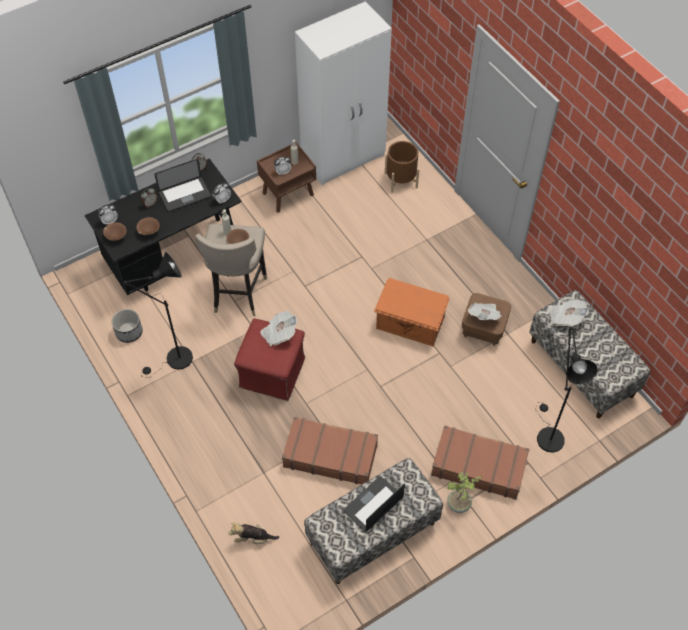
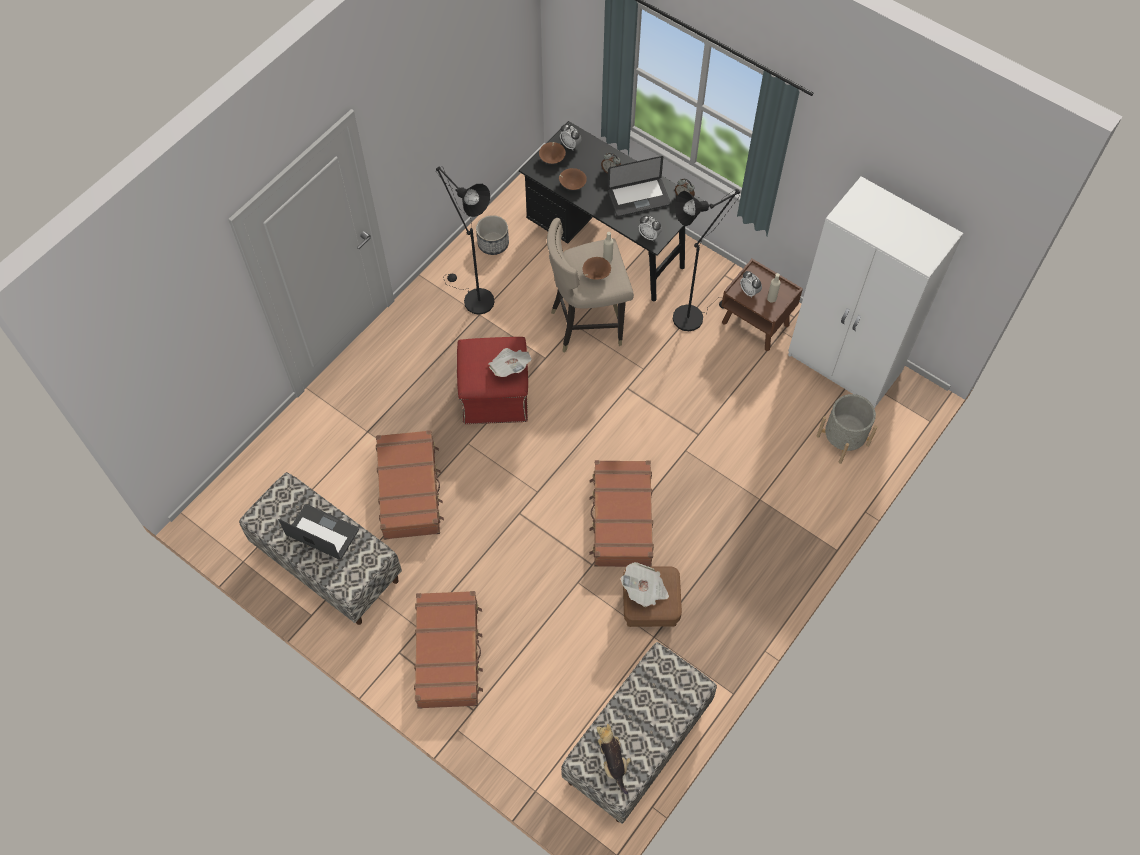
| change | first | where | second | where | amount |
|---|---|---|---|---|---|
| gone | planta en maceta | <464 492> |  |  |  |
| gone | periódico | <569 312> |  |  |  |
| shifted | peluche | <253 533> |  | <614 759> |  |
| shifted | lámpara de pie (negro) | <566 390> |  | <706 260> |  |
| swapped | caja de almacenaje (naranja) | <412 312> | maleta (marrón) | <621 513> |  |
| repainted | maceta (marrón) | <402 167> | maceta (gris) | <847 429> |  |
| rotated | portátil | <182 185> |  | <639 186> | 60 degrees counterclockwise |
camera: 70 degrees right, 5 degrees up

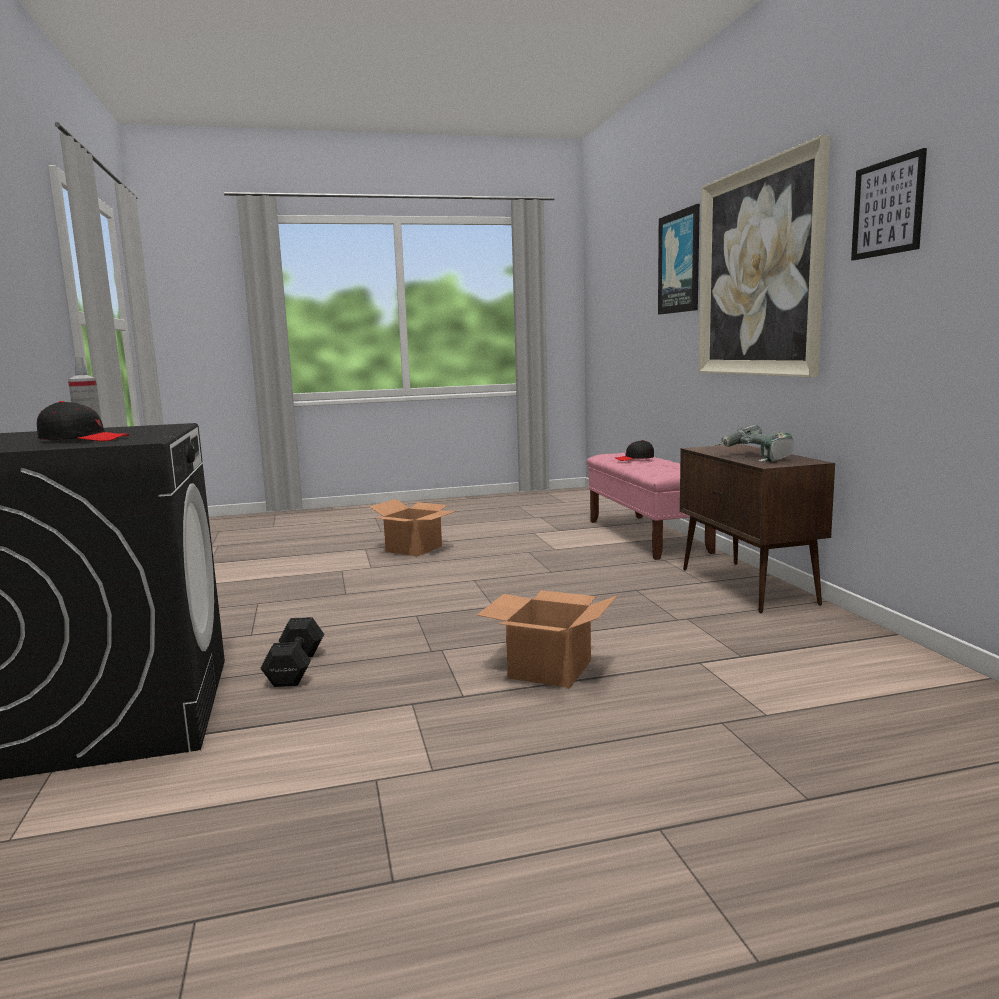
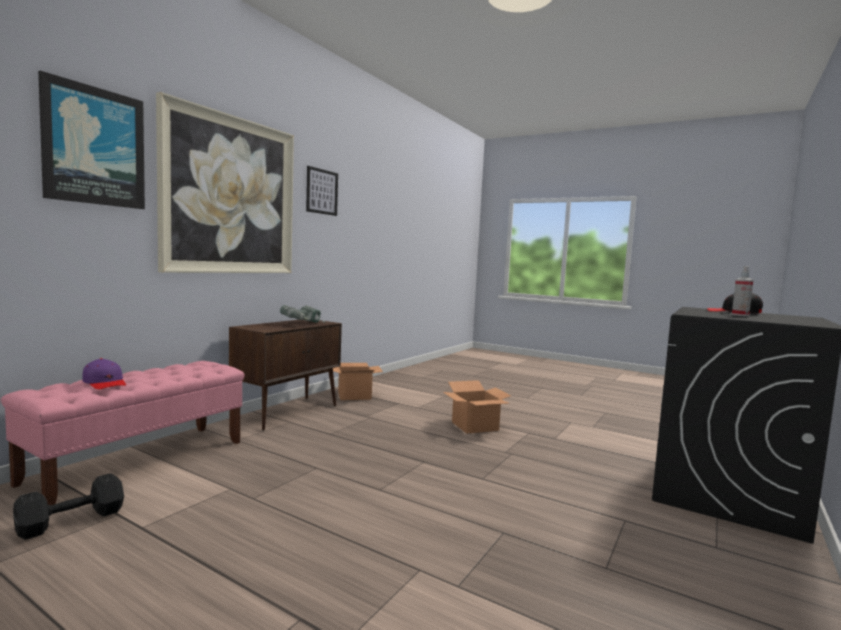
| change | first | where | second | where | amount |
|---|---|---|---|---|---|
| shifted | mancuerna (negro) | <292 652> |  | <68 506> |  |
| shifted | caja de cartón | <413 527> |  | <358 381> |  |
| repainted | gorra (negro) | <634 450> | gorra (morado) | <104 374> |  |
camera: 135 degrees left, 5 degrees down

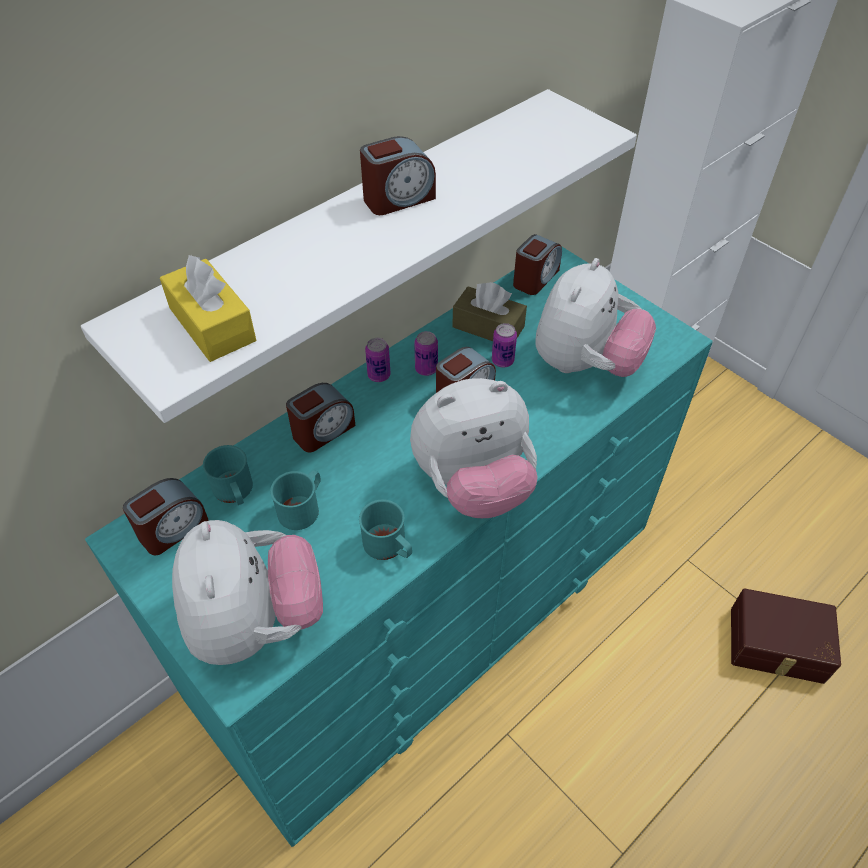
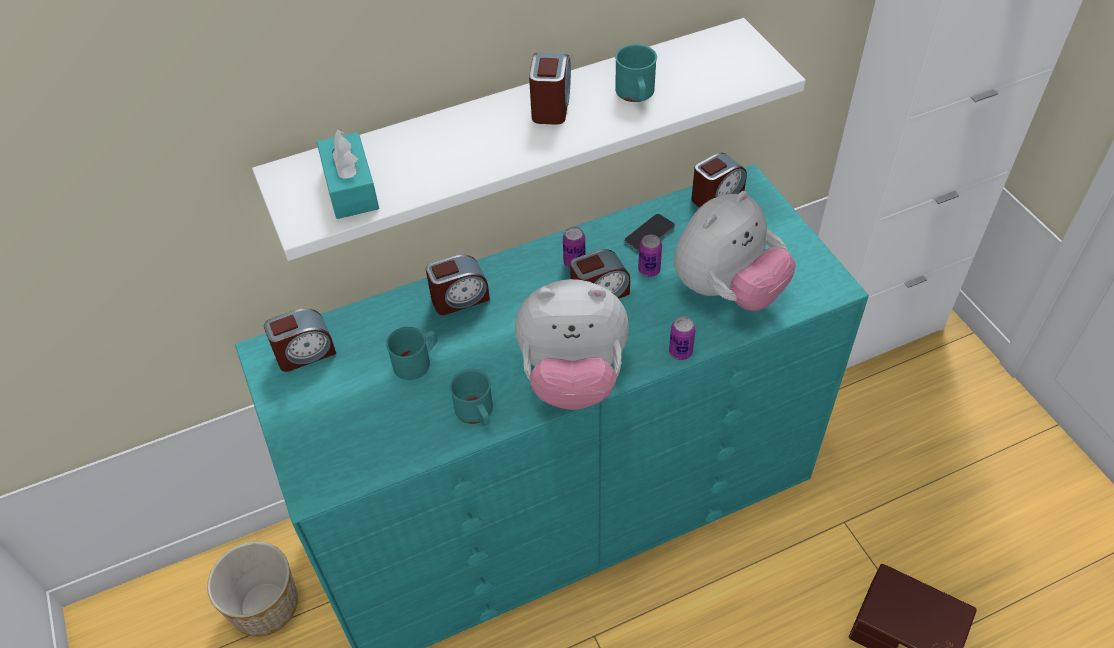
| change | first | where | second | where | amount |
|---|---|---|---|---|---|
| gone | peluche | <247 592> |  |  |  |
| new |  |  | maceta | <252 589> |  |
| shifted | taza grande (turquesa) | <228 475> |  | <636 73> |  |
| shifted | lata | <378 360> |  | <682 338> |  |
| swapped | caja de pañuelos (marrón) | <489 311> | móvil | <650 233> |  |
| repainted | caja de pañuelos (amarillo) | <208 308> | caja de pañuelos (turquesa) | <348 174> |  |
| rotated | despertador | <398 175> |  | <550 89> | 75 degrees counterclockwise |
camera: 20 degrees right, 0 degrees up

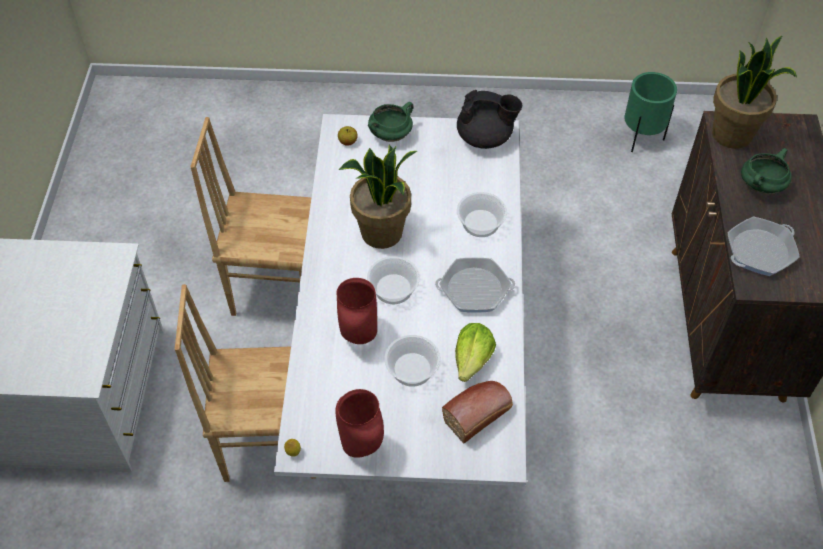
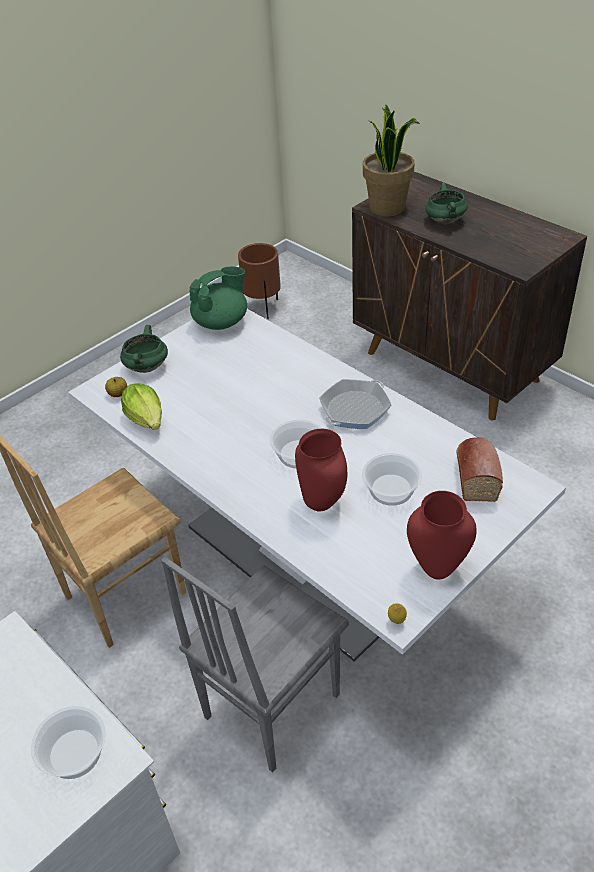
| change | first | where | second | where | amount |
|---|---|---|---|---|---|
| gone | planta en maceta | <378 197> |  |  |  |
| gone | sartén | <763 246> |  |  |  |
| shifted | lechuga | <475 352> |  | <141 406> |  |
| shifted | cuenco | <482 214> |  | <68 742> |  |
| repainted | silla (marrón) | <245 383> | silla (gris) | <255 664> |  |
| repainted | tetera (negro) | <489 119> | tetera (verde) | <218 298> |  |
| repainted | maceta (verde) | <650 112> | maceta (marrón) | <259 281> |  |
camera: 45 degrees left, 10 degrees down

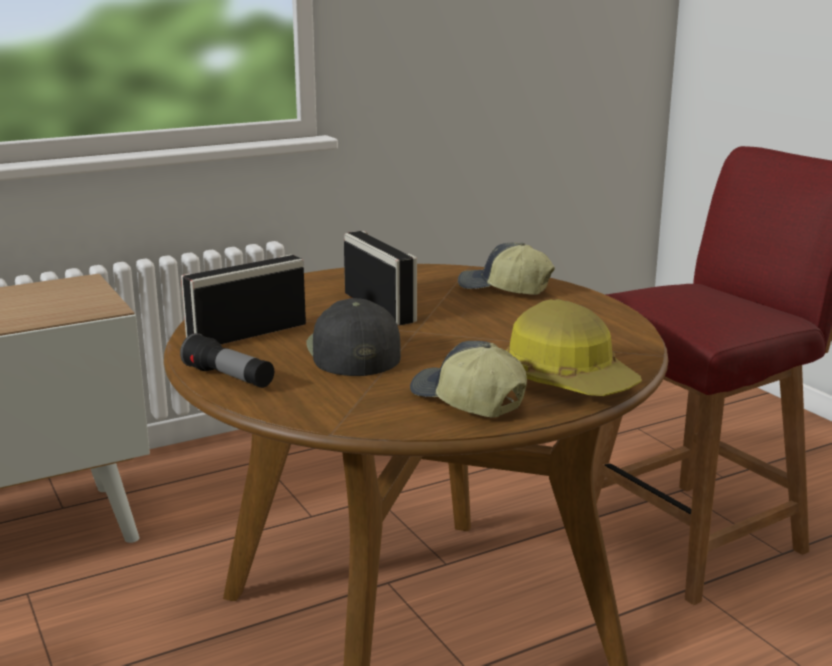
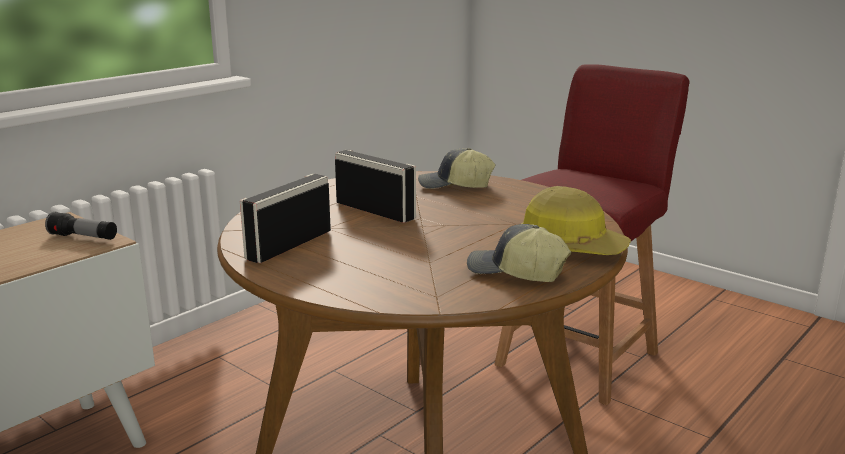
| change | first | where | second | where | amount |
|---|---|---|---|---|---|
| gone | gorra (negro) | <354 337> |  |  |  |
| shifted | linterna | <227 360> |  | <81 226> |  |
camera: 20 degrees left, 0 degrees up

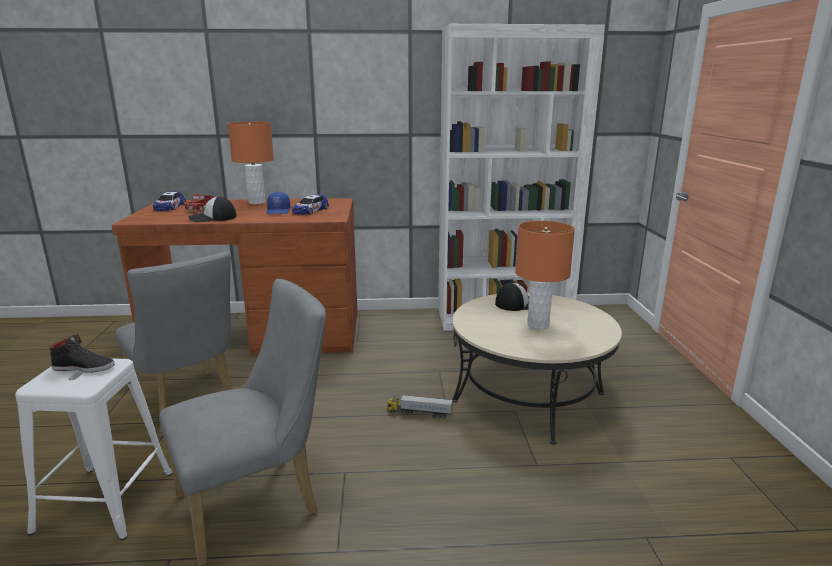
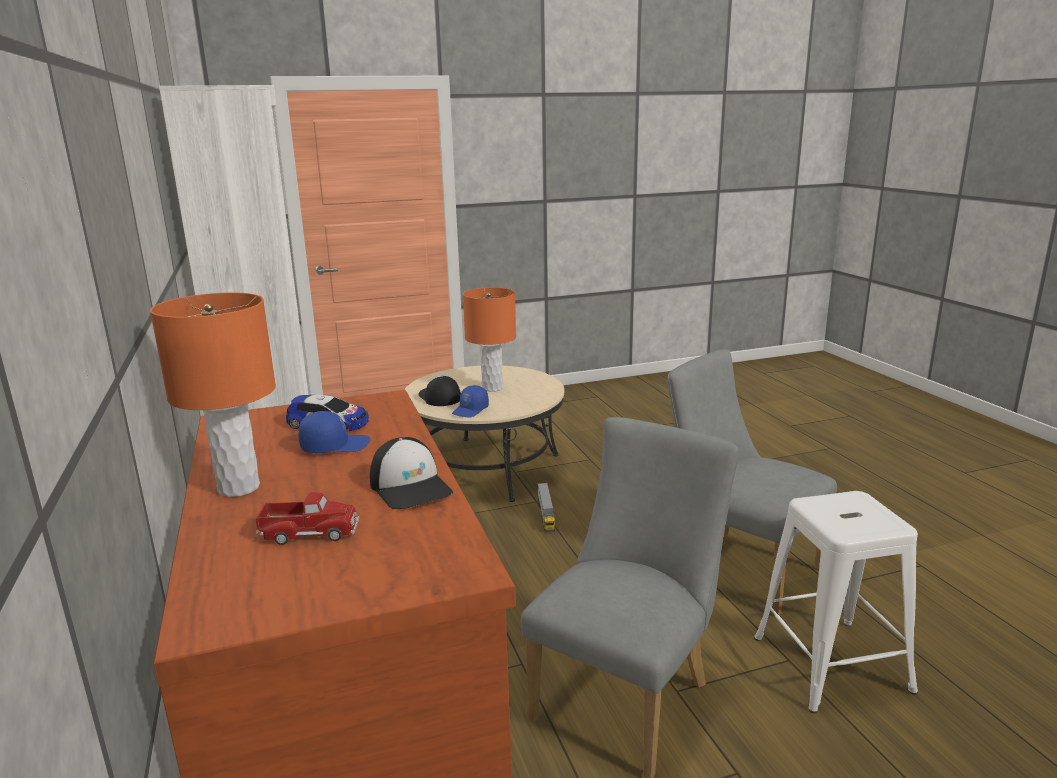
| change | first | where | second | where | amount |
|---|---|---|---|---|---|
| gone | zapato (negro) | <82 353> |  |  |  |
| gone | coche de juguete | <169 201> |  |  |  |
| new |  |  | gorra (azul) | <470 401> |  |
camera: 105 degrees left, 0 degrees up

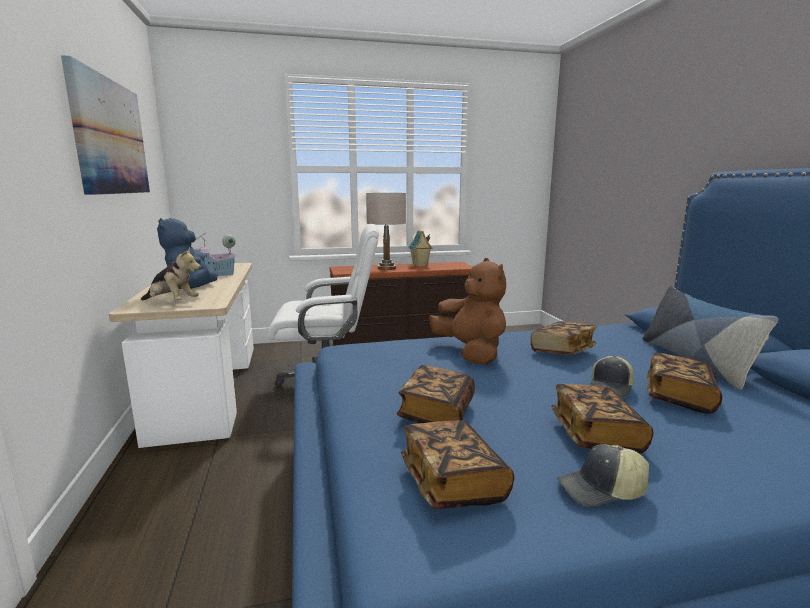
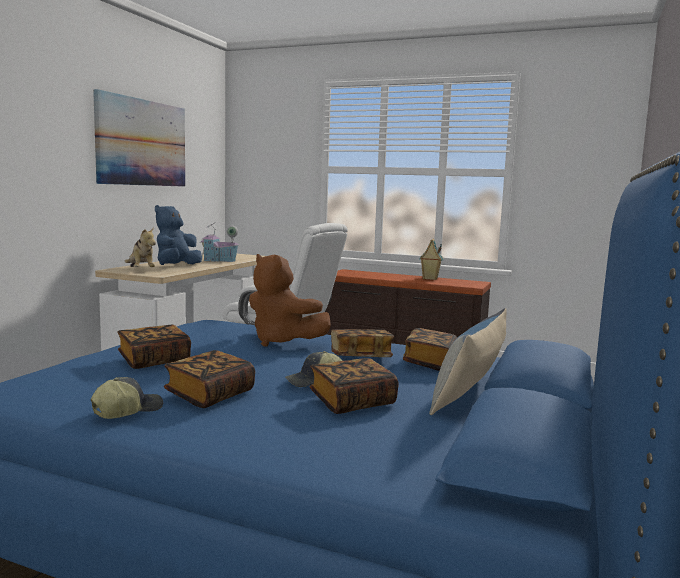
| change | first | where | second | where | amount |
|---|---|---|---|---|---|
| gone | lámpara de mesa (beis) | <386 231> |  |  |  |
| shifted | libro | <457 464> |  | <430 349> |  |
| rotated | peluche (marrón) | <467 311> |  | <290 300> | 120 degrees clockwise |
| rotated | gorra | <603 475> |  | <127 398> | 105 degrees clockwise |
camera: 35 degrees right, 5 degrees down

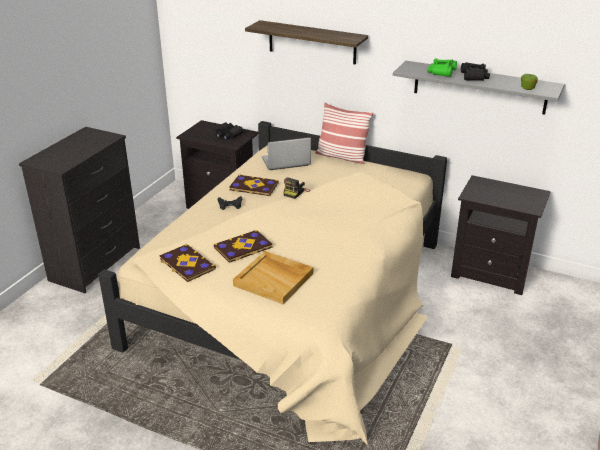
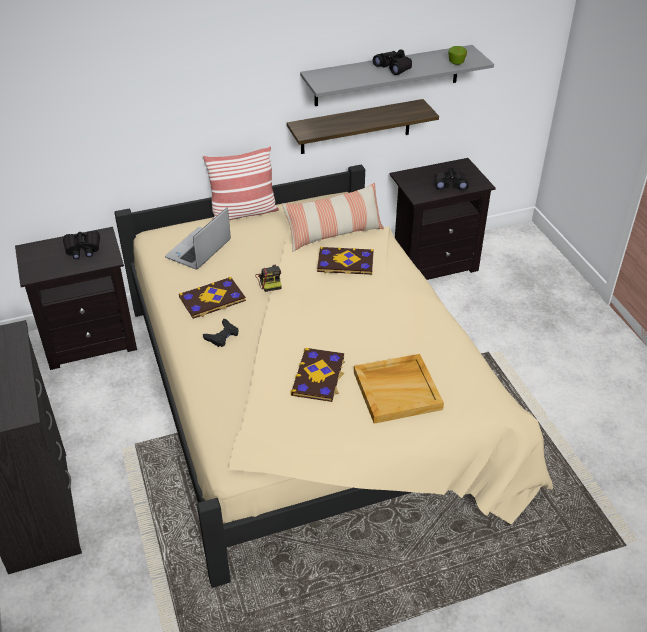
| change | first | where | second | where | amount |
|---|---|---|---|---|---|
| gone | prismáticos (verde) | <442 67> |  |  |  |
| new |  |  | cojín | <333 217> |  |
| new |  |  | prismáticos (negro) | <452 179> |  |
| shifted | libro | <187 263> |  | <345 261> |  |
| shifted | estante | <306 42> |  | <363 126> |  |
camera: 45 degrees left, 10 degrees up

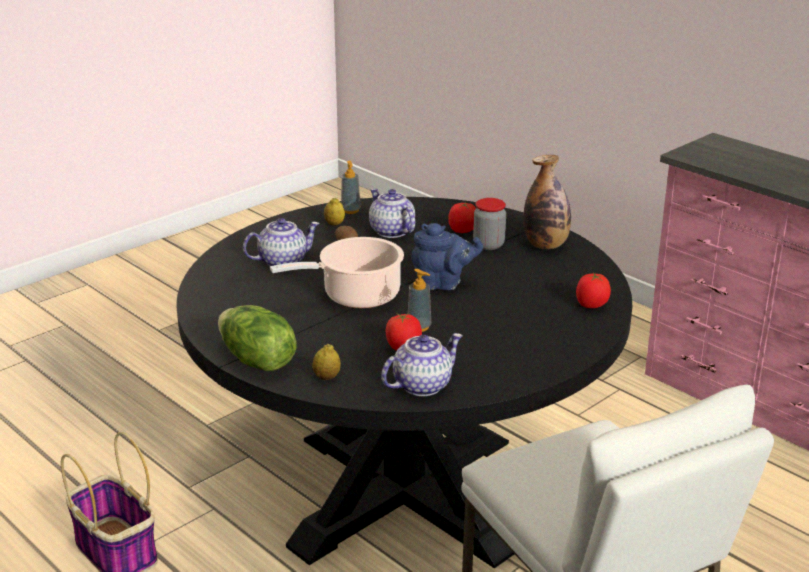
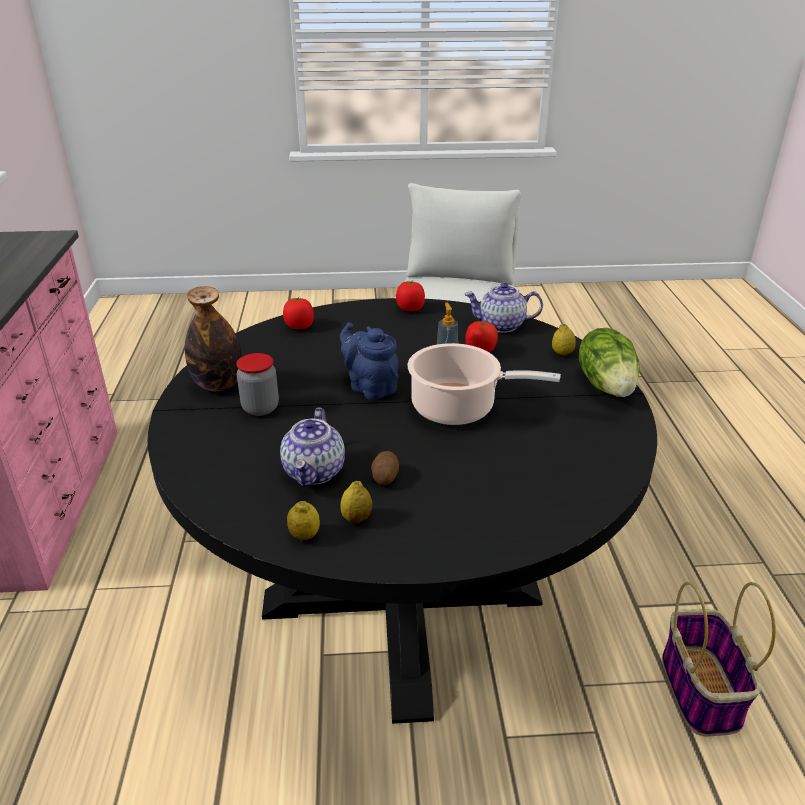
| change | first | where | second | where | amount |
|---|---|---|---|---|---|
| gone | tetera | <281 242> |  |  |  |
| shifted | tomate | <462 217> |  | <410 296> |  |
| swapped | dispensador de jabón | <351 187> | limón | <303 520> |  |
camera: 140 degrees left, 5 degrees up

